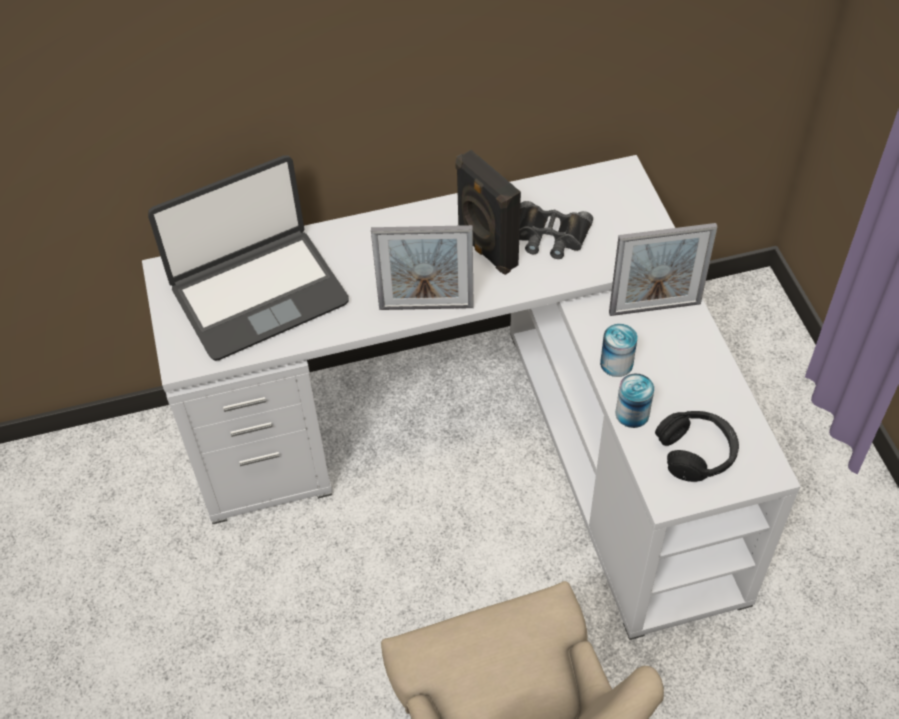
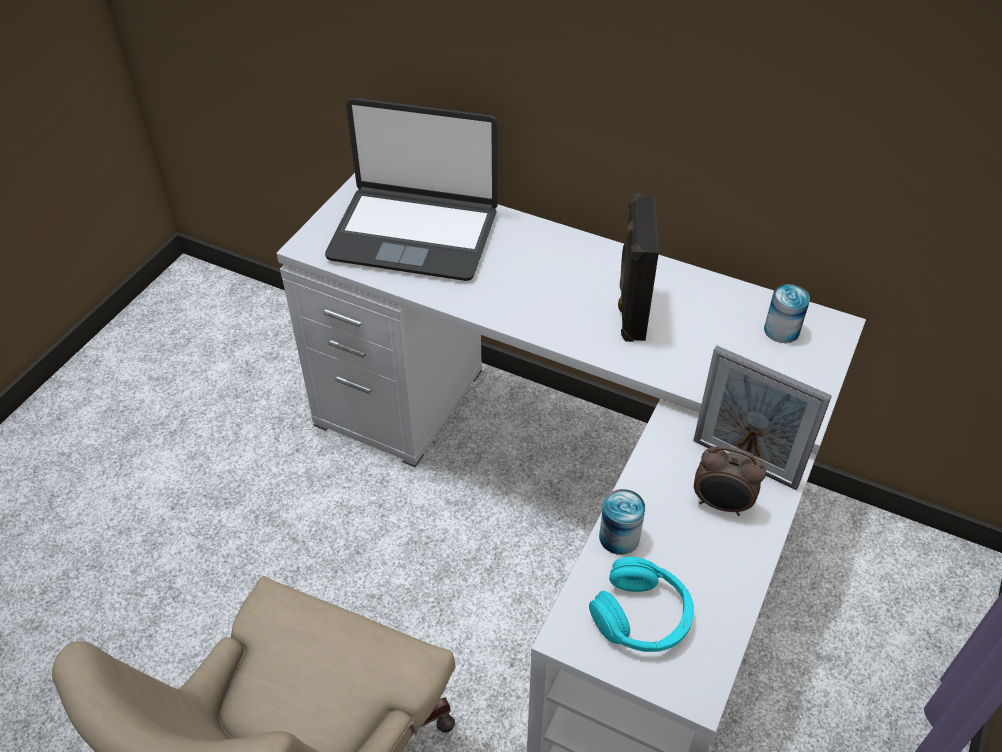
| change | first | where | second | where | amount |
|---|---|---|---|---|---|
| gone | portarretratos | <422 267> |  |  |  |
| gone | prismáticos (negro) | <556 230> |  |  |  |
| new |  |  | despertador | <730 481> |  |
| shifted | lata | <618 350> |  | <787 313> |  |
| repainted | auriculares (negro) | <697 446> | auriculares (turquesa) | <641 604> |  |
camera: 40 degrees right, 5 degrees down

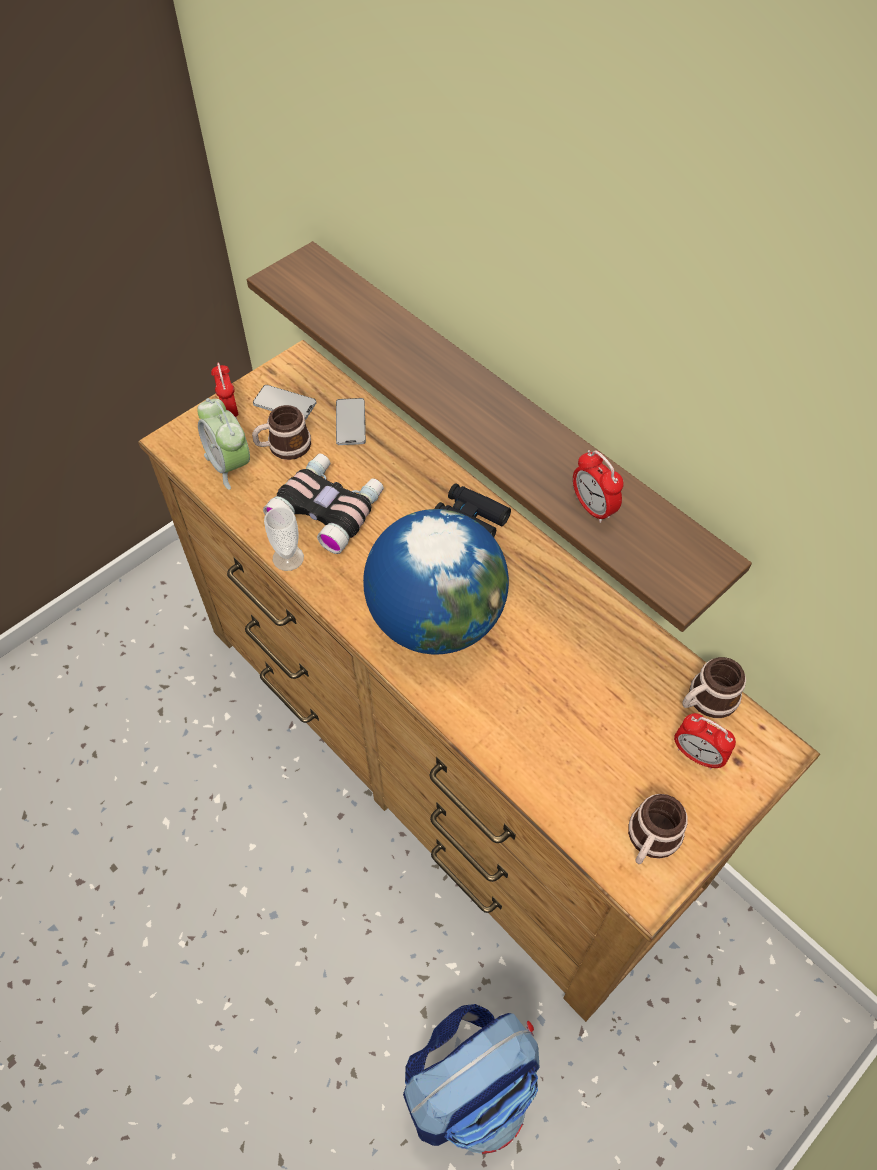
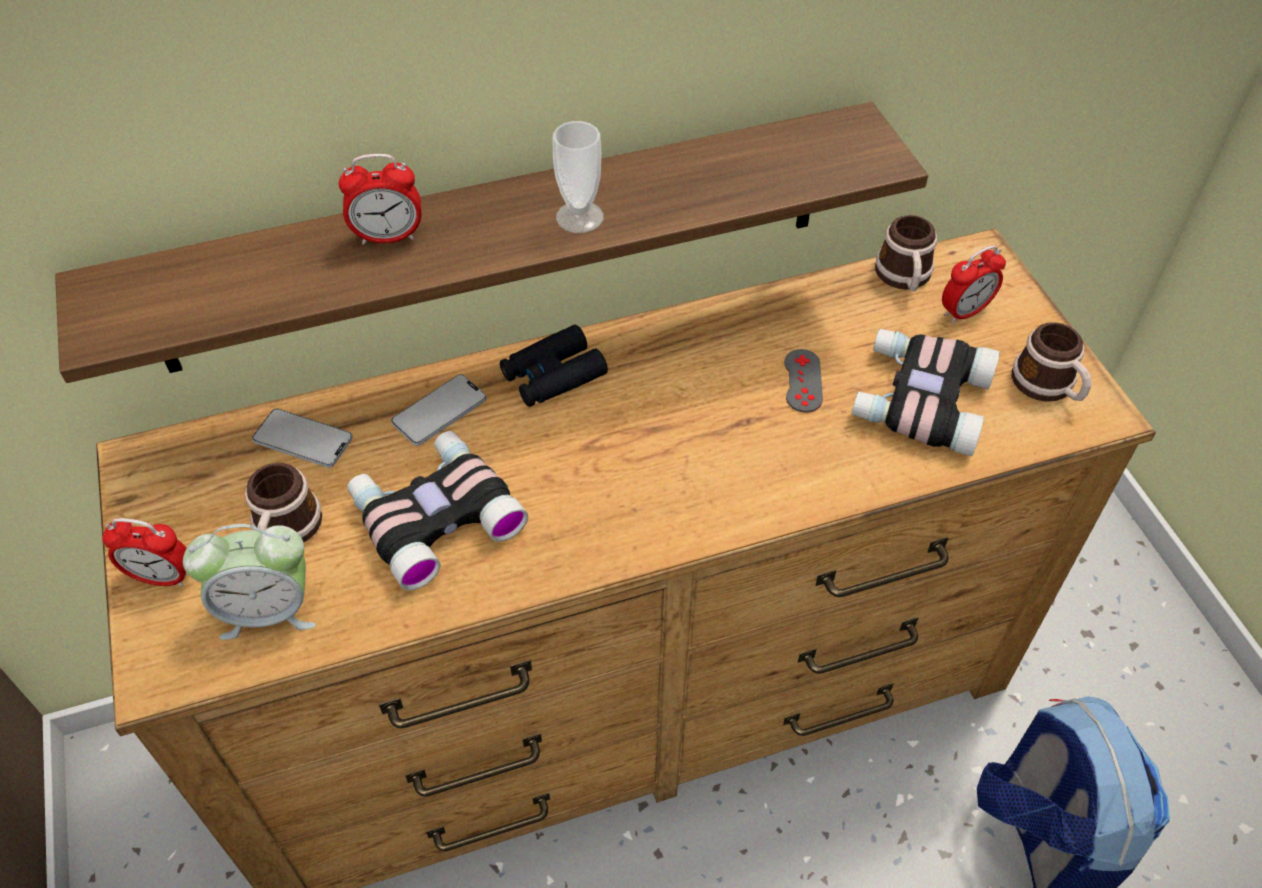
| change | first | where | second | where | amount |
|---|---|---|---|---|---|
| gone | globo terráqueo | <436 581> |  |  |  |
| new |  |  | mando de consola (gris) | <803 381> |  |
| new |  |  | prismáticos | <926 392> |  |
| shifted | móvil | <284 402> |  | <439 410> |  |
| shifted | taza | <284 539> |  | <578 177> |  |
| shifted | despertador | <598 486> |  | <380 199> |  |
camera: 65 degrees left, 5 degrees down

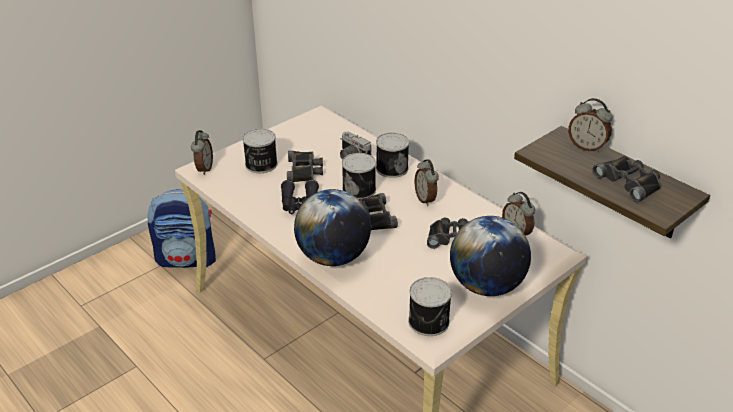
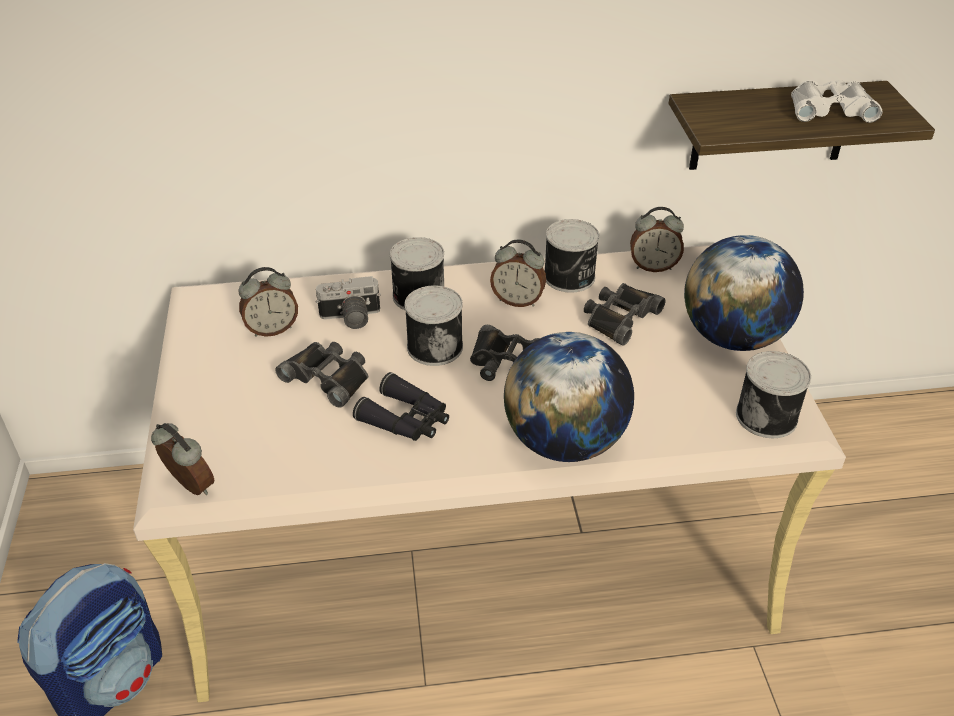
| change | first | where | second | where | amount |
|---|---|---|---|---|---|
| shifted | lata | <260 150> |  | <571 256> |  |
| shifted | despertador | <590 125> |  | <268 302> |  |
| repainted | prismáticos (negro) | <626 179> | prismáticos (blanco) | <836 101> |  |
camera: 55 degrees left, 5 degrees up

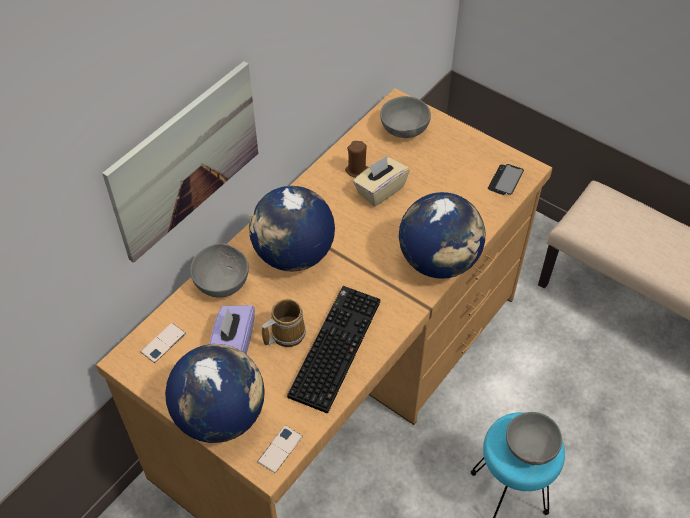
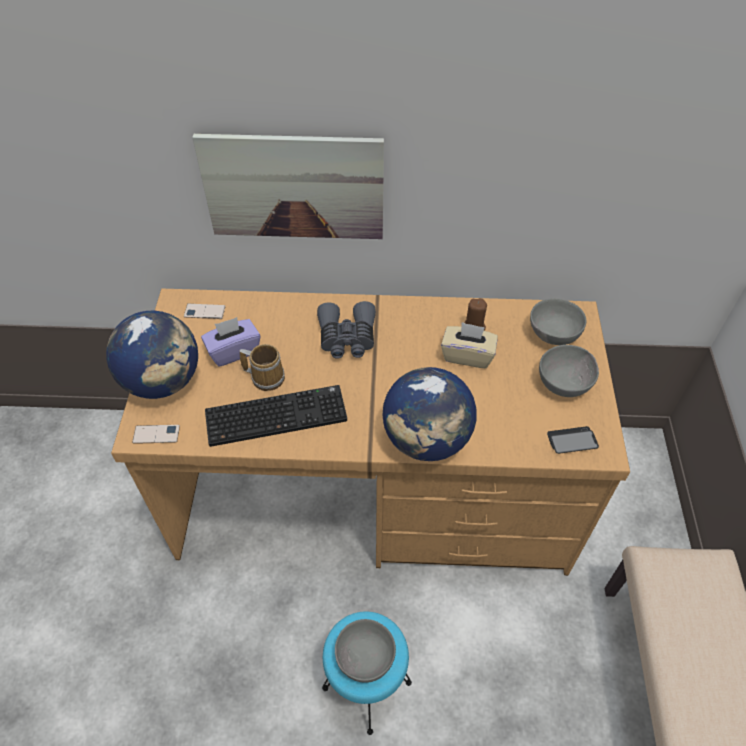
| change | first | where | second | where | amount |
|---|---|---|---|---|---|
| shifted | cuenco (gris) | <219 271> |  | <569 371> |  |
| swapped | globo terráqueo | <292 229> | prismáticos (gris) | <346 330> |  |
camera: 55 degrees right, 0 degrees up

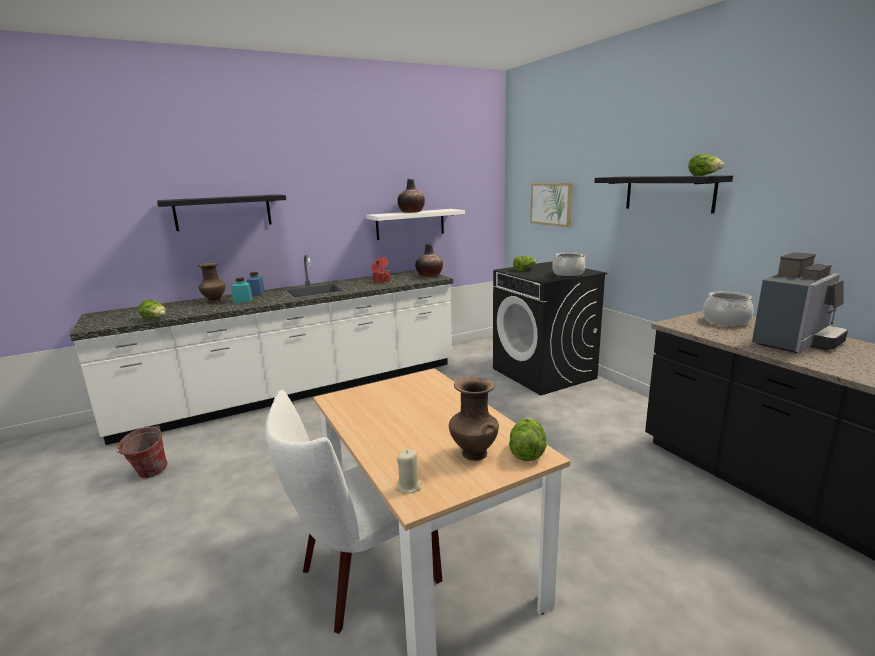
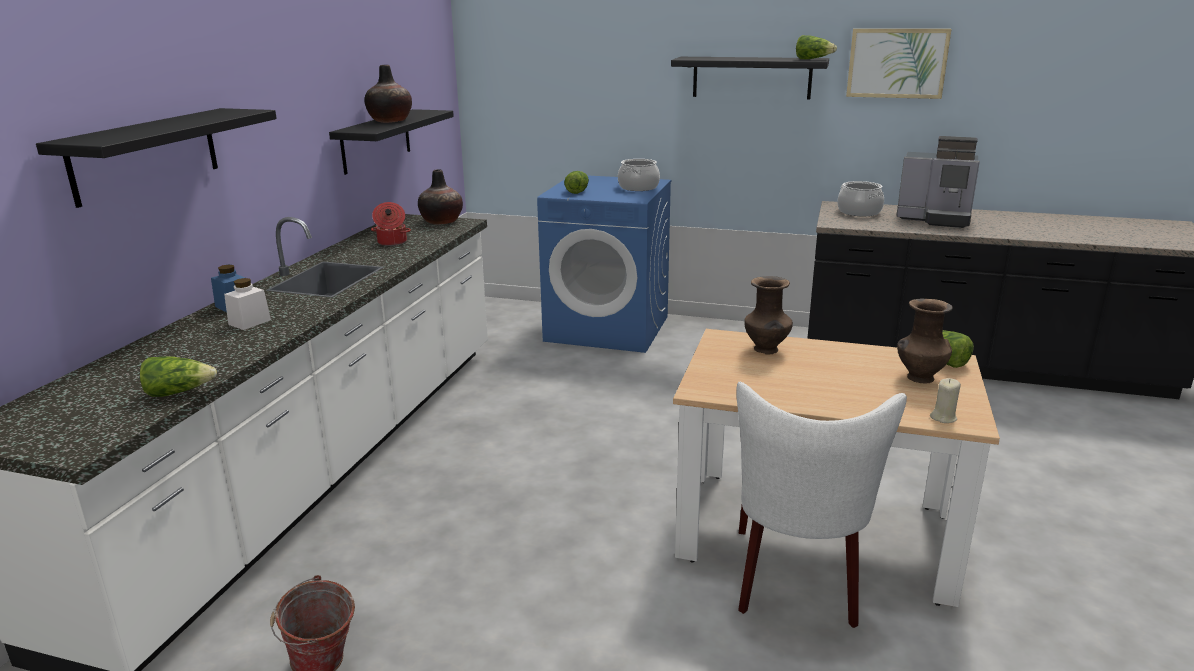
| change | first | where | second | where | amount |
|---|---|---|---|---|---|
| shifted | florero (marrón) | <211 283> |  | <768 315> |  |
| shifted | cuadro | <551 205> |  | <898 64> |  |
| repainted | tarro (turquesa) | <242 290> | tarro (blanco) | <247 304> |  |
| repainted | estante (blanco) | <415 224> | estante (negro) | <391 142> |  |
| repainted | lavadora (negro) | <550 328> | lavadora (azul) | <604 264> |  |
| rotated | cafetera | <800 302> |  | <938 182> | 105 degrees clockwise |
camera: 45 degrees left, 5 degrees up

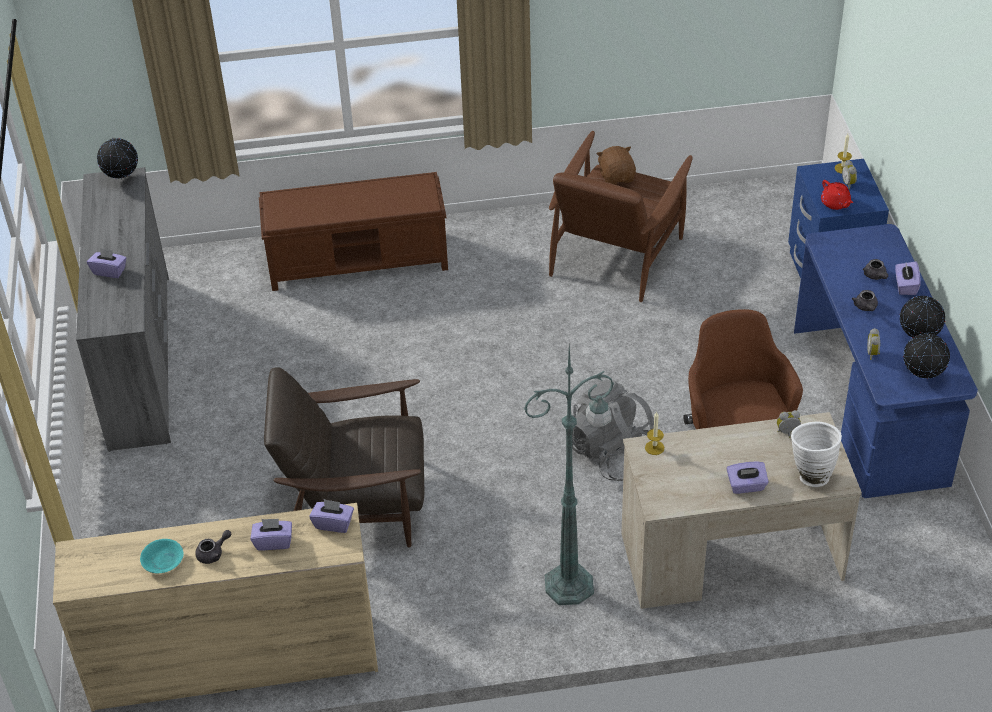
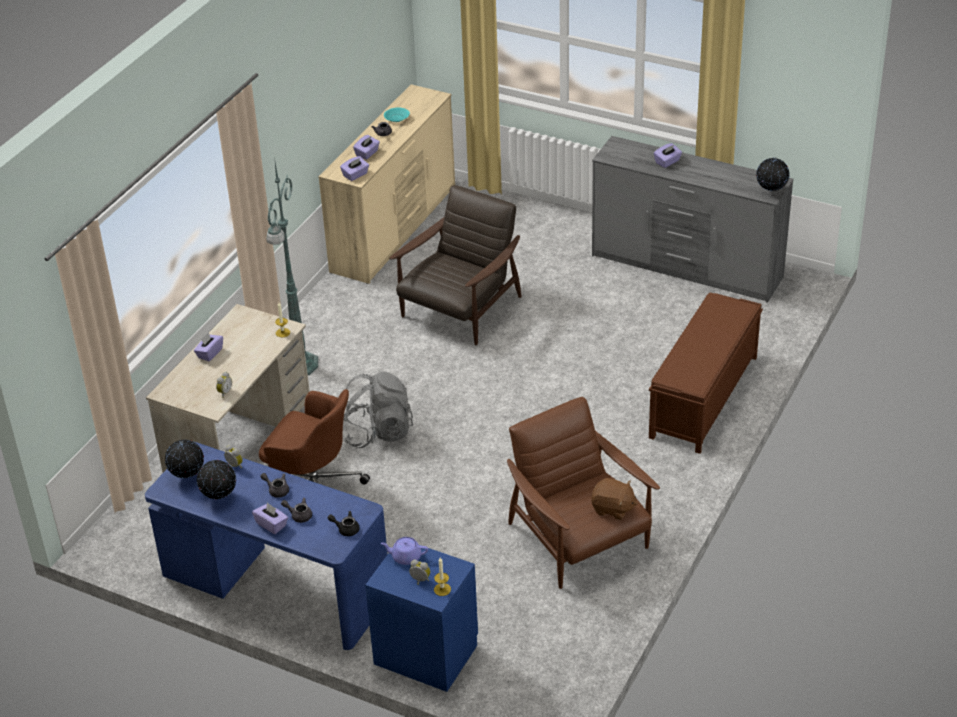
| change | first | where | second | where | amount |
|---|---|---|---|---|---|
| gone | florero (blanco) | <816 454> |  |  |  |
| new |  |  | tetera (negro) | <344 523> |  |
| repainted | tetera (rojo) | <837 195> | tetera (morado) | <404 551> |  |
camera: 125 degrees right, 5 degrees down

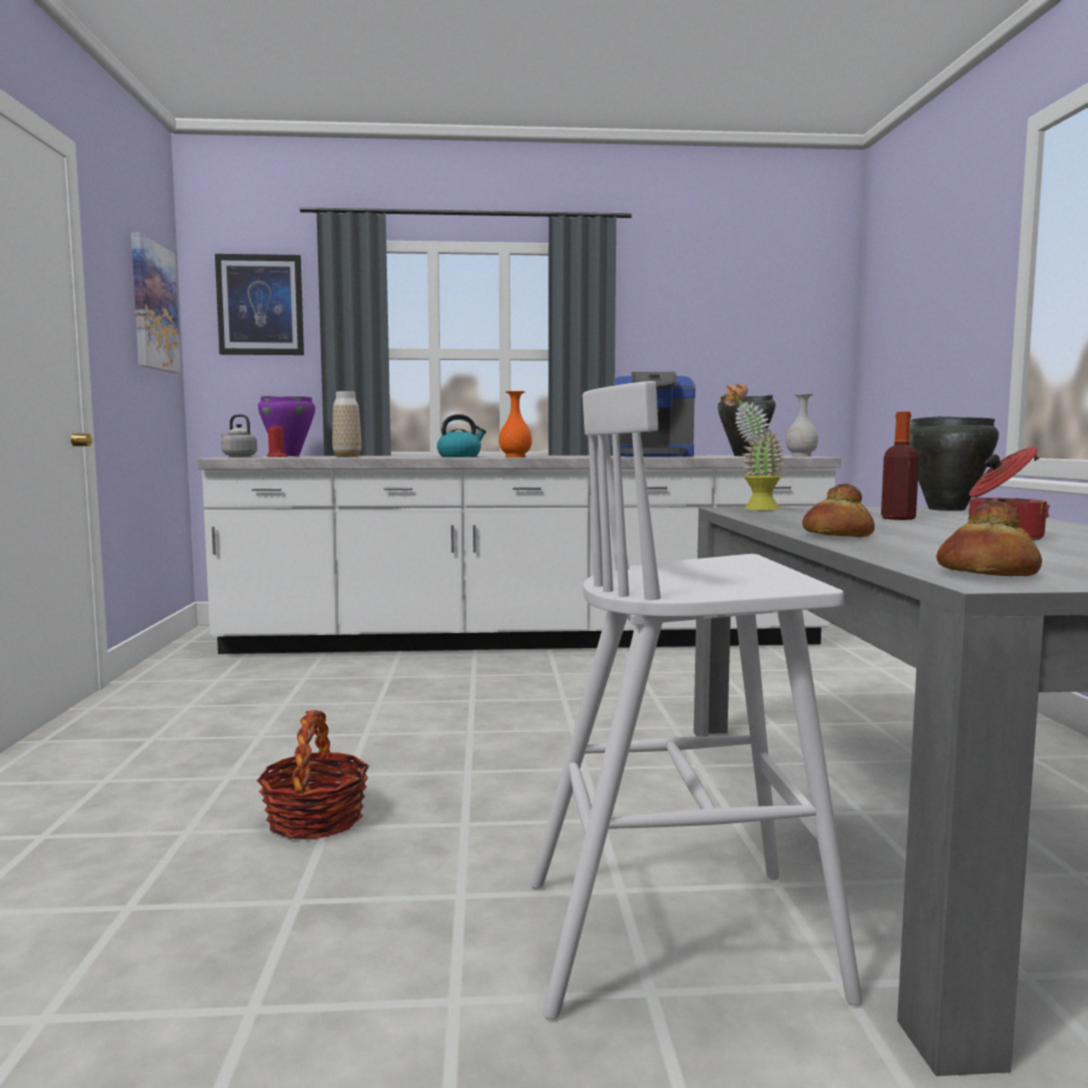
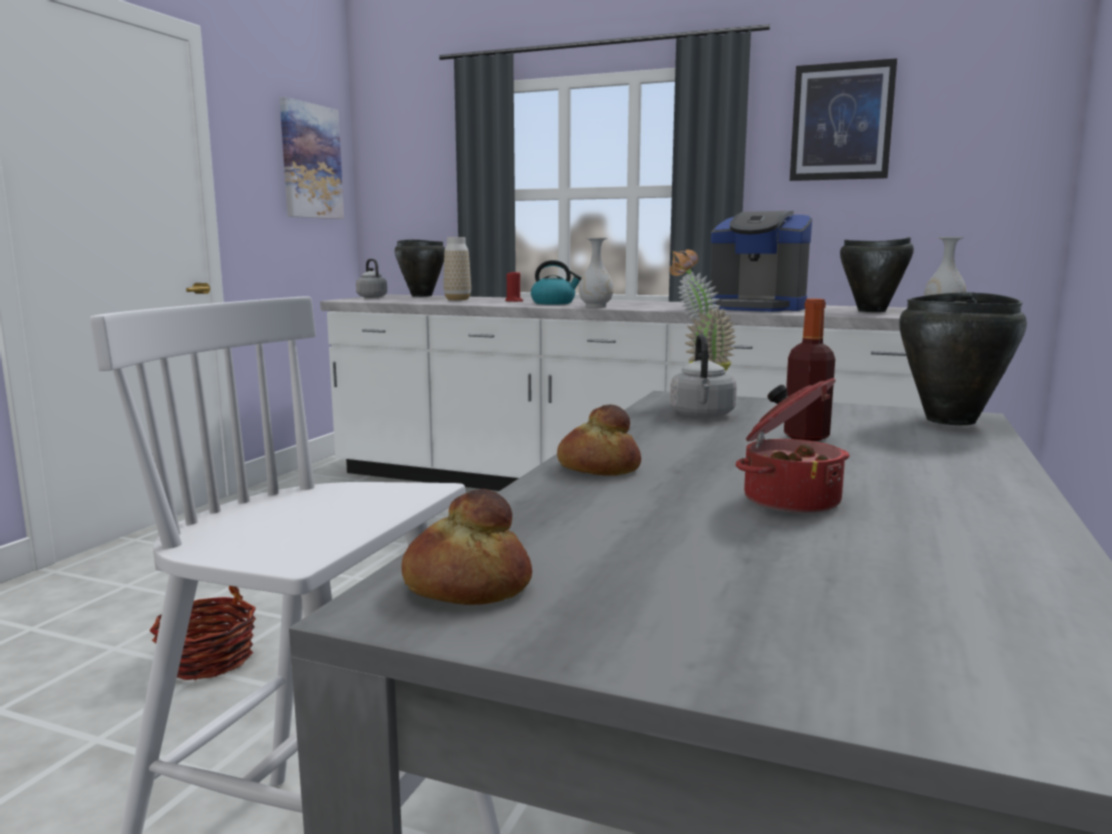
| change | first | where | second | where | amount |
|---|---|---|---|---|---|
| new |  |  | hervidor (gris) | <703 376> |  |
| shifted | cuadro | <259 304> |  | <843 119> |  |
| shifted | vela (rojo) | <277 441> |  | <514 286> |  |
| repainted | olla (morado) | <286 426> | olla (negro) | <420 268> |  |
| repainted | florero (naranja) | <515 424> | florero (blanco) | <596 273> |  |
camera: 25 degrees right, 5 degrees up

